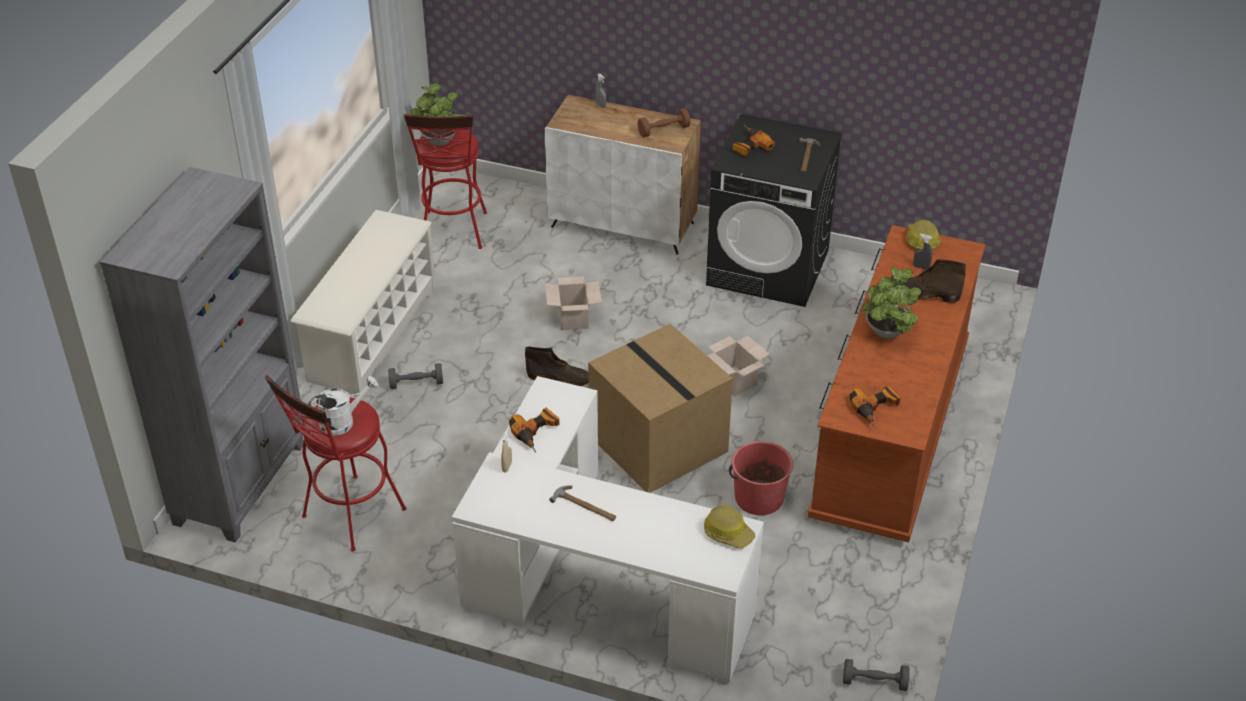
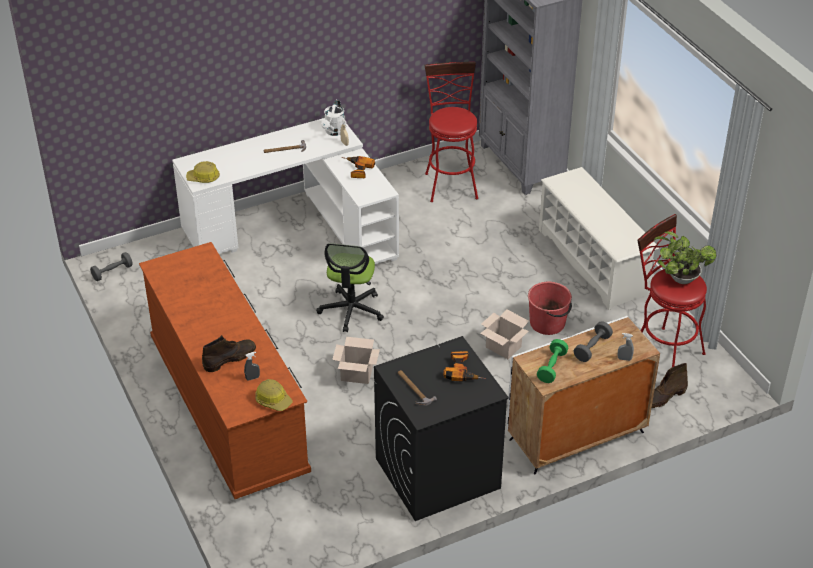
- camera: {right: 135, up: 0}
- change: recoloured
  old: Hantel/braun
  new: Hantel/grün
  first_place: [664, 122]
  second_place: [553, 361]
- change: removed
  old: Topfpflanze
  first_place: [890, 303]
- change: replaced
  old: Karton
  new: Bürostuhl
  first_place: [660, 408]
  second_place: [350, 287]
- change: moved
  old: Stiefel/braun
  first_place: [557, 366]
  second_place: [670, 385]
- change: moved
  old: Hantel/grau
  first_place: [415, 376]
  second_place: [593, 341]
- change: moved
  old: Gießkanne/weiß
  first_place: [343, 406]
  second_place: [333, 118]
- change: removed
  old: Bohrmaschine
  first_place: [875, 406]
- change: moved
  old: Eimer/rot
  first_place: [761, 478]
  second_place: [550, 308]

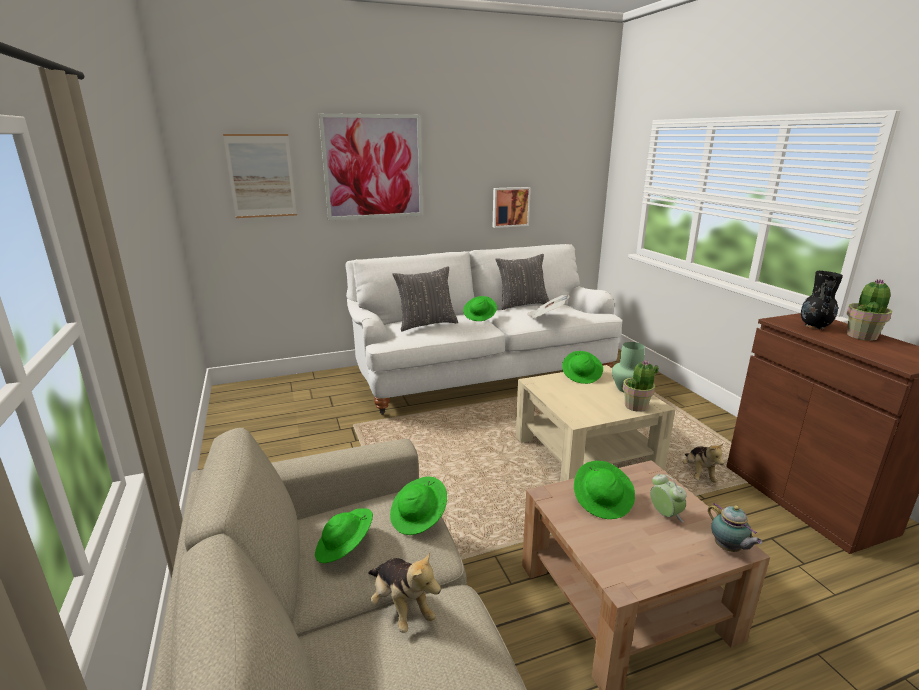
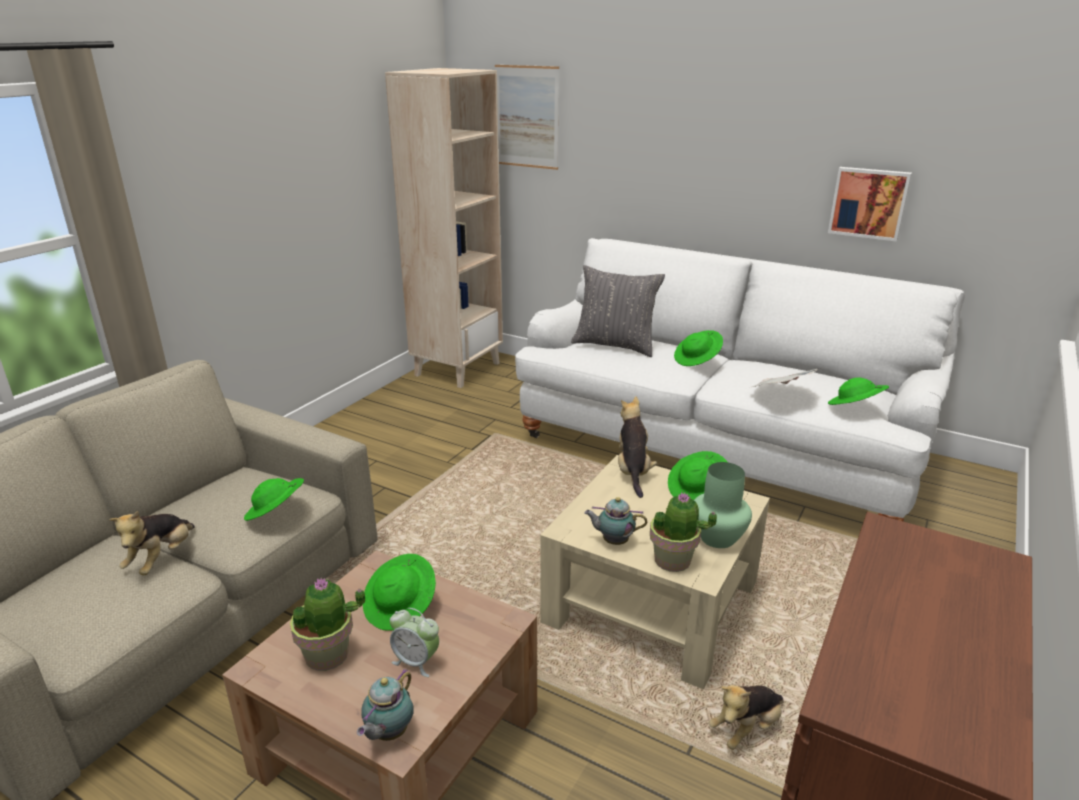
- camera: {right: 50, up: 5}
- change: removed
  old: Bild
  first_place: [370, 166]
- change: removed
  old: Kissen/grau
  first_place: [522, 282]
- change: removed
  old: Vase/schwarz
  first_place: [822, 300]
- change: moved
  old: Topfpflanze
  first_place: [869, 310]
  second_place: [327, 624]
- change: turned
  old: Wecker
  first_place: [668, 498]
  second_place: [414, 642]
  degrees: 90
- change: moved
  old: Hut/grün
  first_place: [344, 535]
  second_place: [858, 391]
- change: added
  new: Bücherregal/beige
  second_place: [444, 228]
- change: added
  new: Plüschtier
  second_place: [637, 447]
- change: added
  new: Teekanne
  second_place: [615, 521]

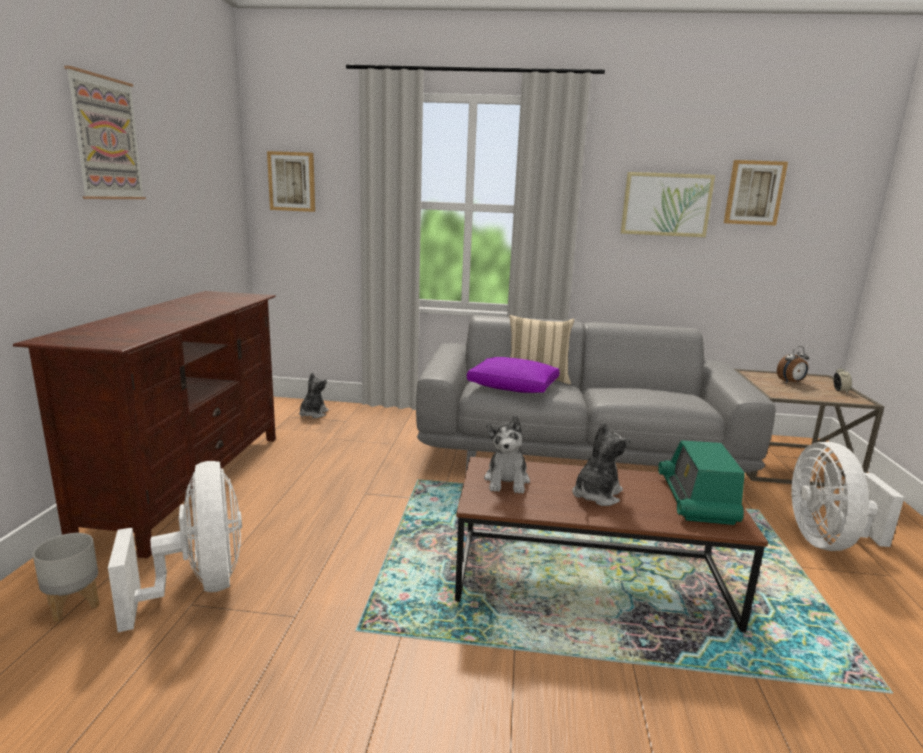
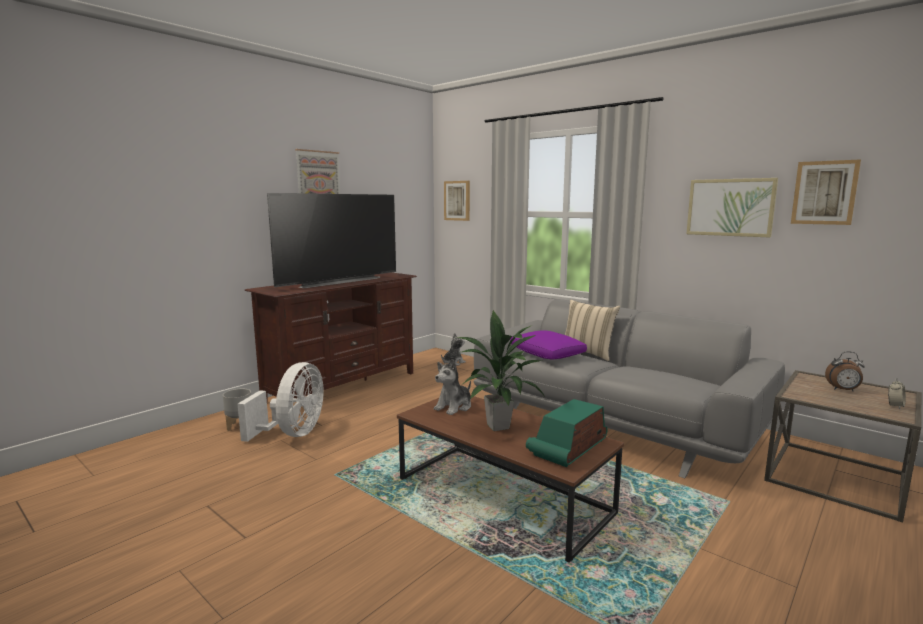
- camera: {right: 35, up: -5}
- change: replaced
  old: Plüschtier
  new: Topfpflanze
  first_place: [601, 464]
  second_place: [501, 370]
- change: removed
  old: Ventilator/weiß
  first_place: [848, 496]
- change: added
  new: Fernseher
  second_place: [331, 240]

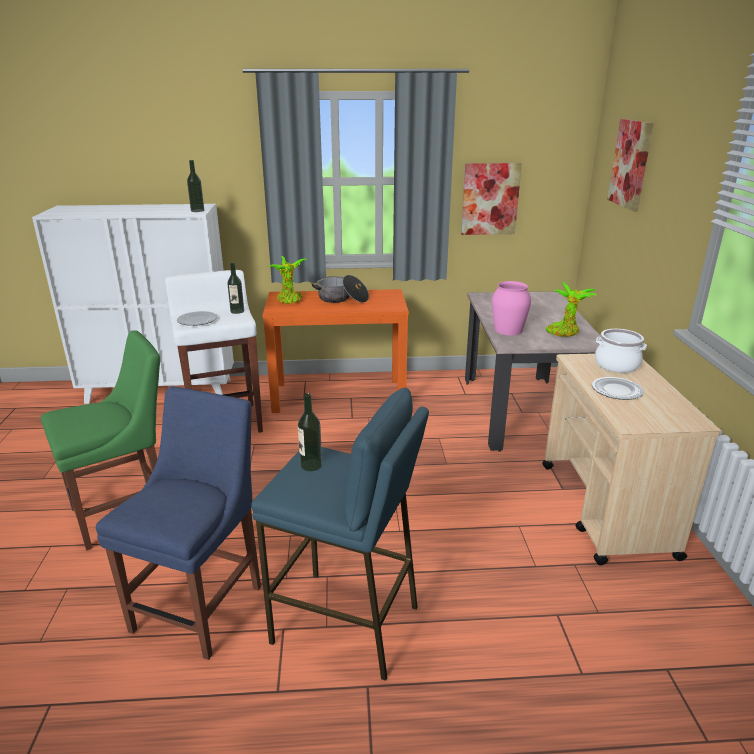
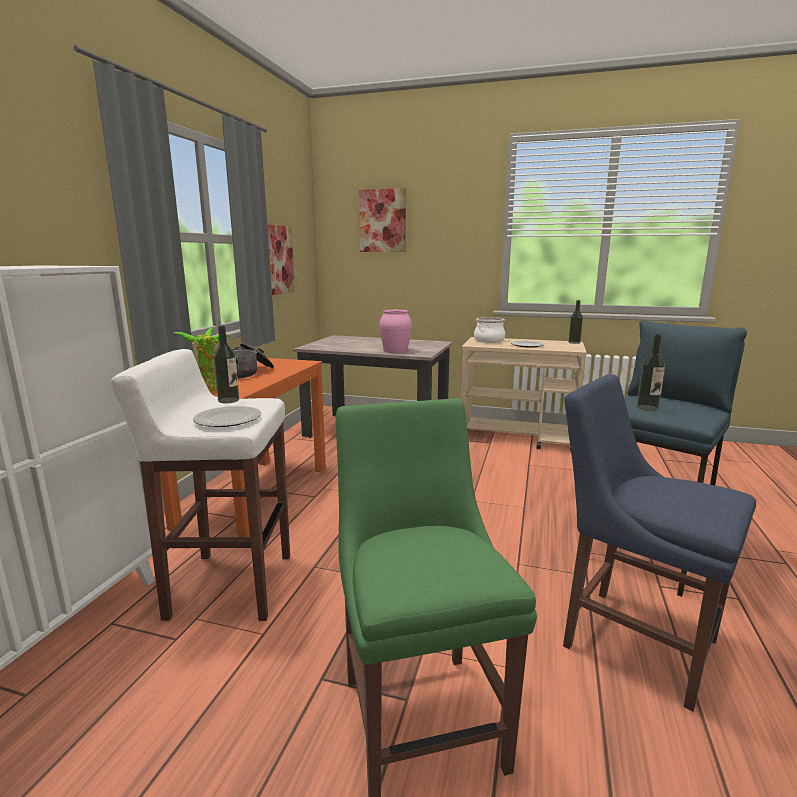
- camera: {right: -70, up: -10}
- change: moved
  old: Flasche
  first_place: [195, 186]
  second_place: [575, 322]
- change: removed
  old: Topfpflanze
  first_place: [570, 309]

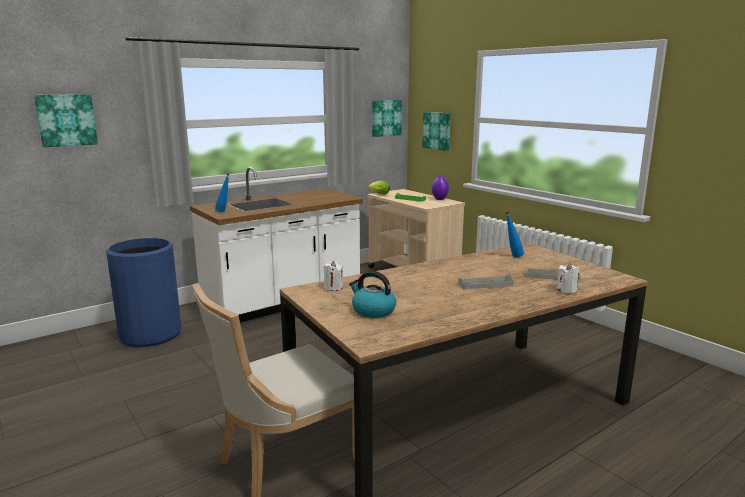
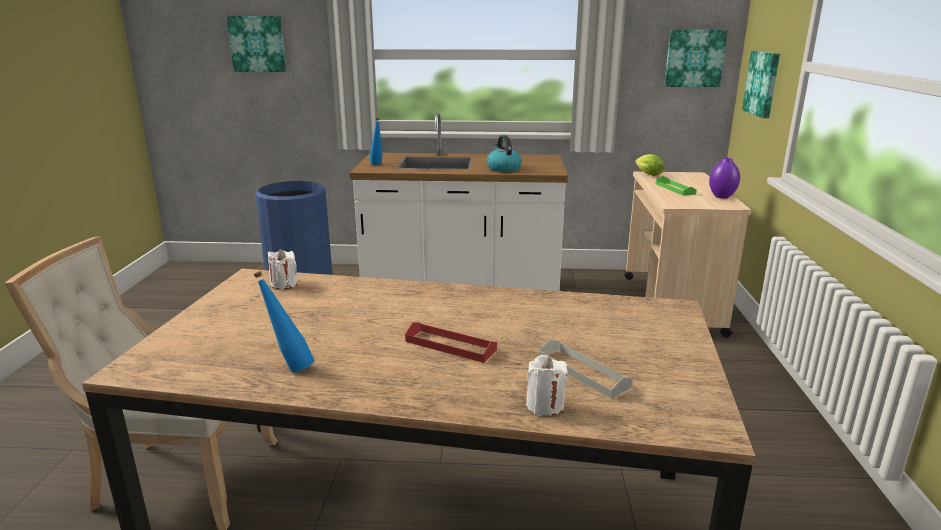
- camera: {right: 40, up: 5}
- change: moved
  old: Flasche/blau
  first_place: [514, 234]
  second_place: [284, 322]
- change: moved
  old: Wasserkessel
  first_place: [372, 294]
  second_place: [504, 153]
- change: recoloured
  old: Tablett/grau
  new: Tablett/rot
  first_place: [486, 281]
  second_place: [451, 342]

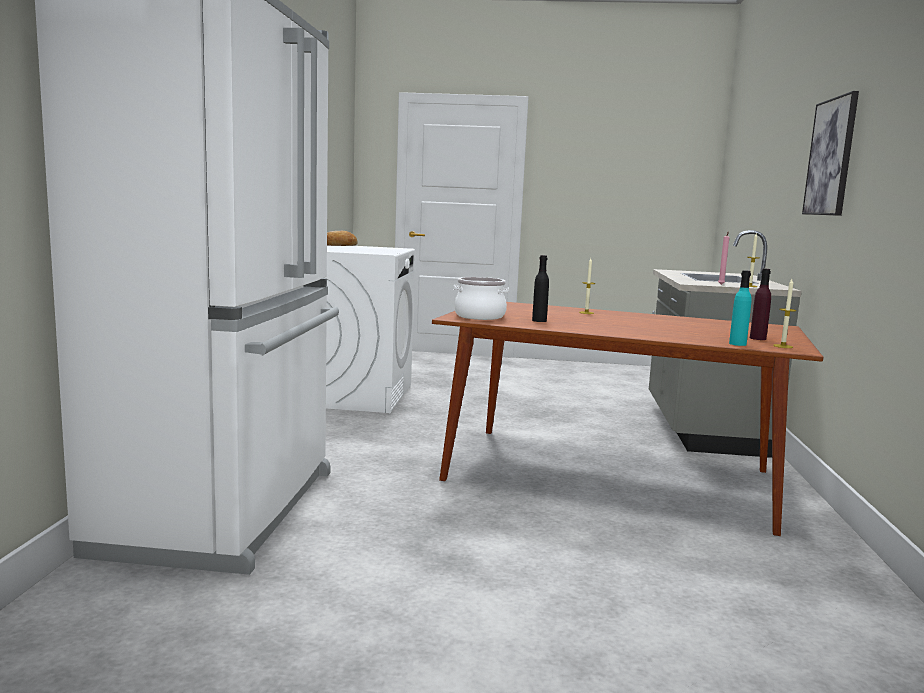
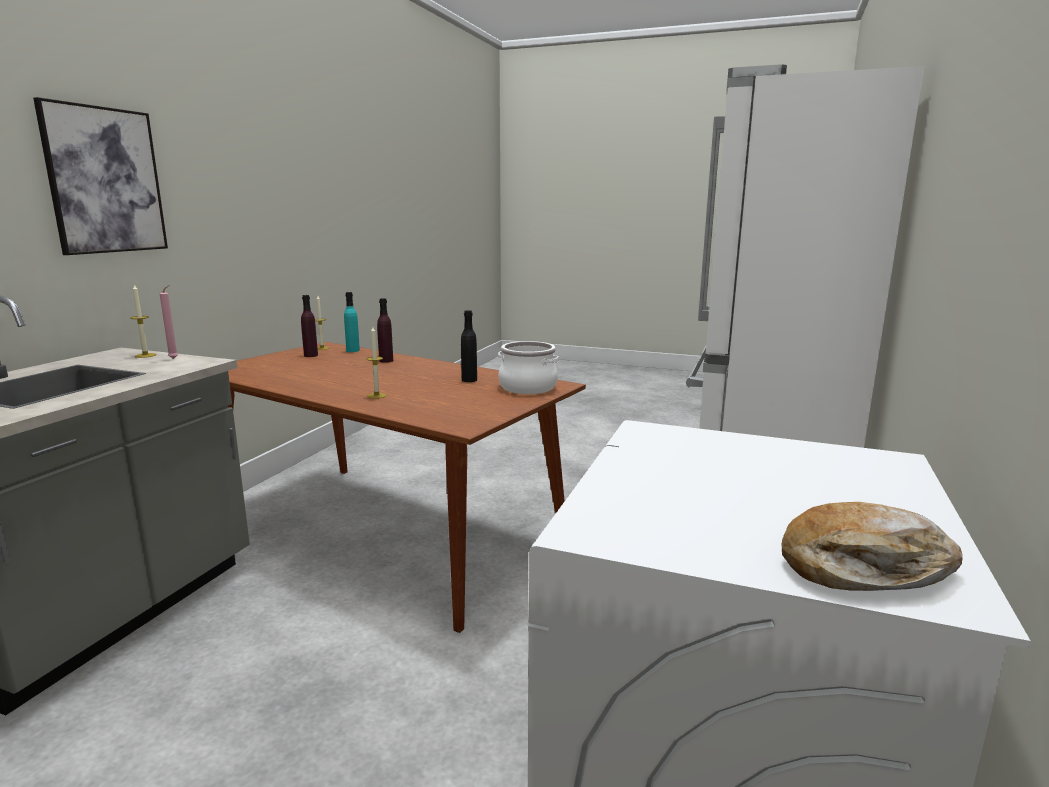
- camera: {right: -165, up: 5}
- change: added
  new: Flasche/lila
  second_place: [385, 330]

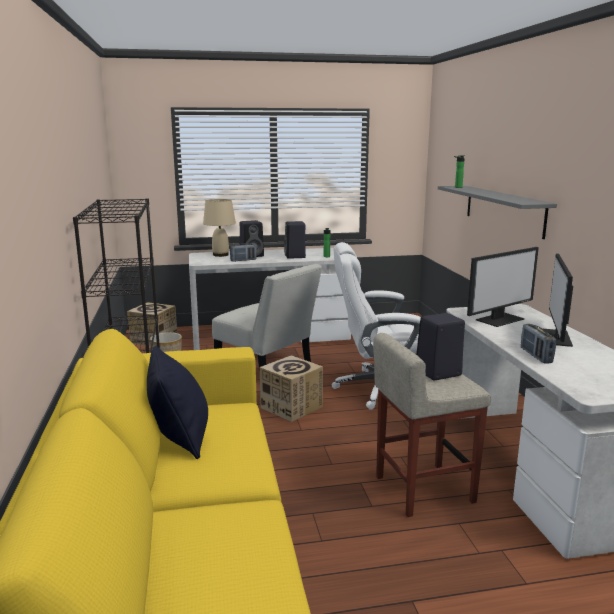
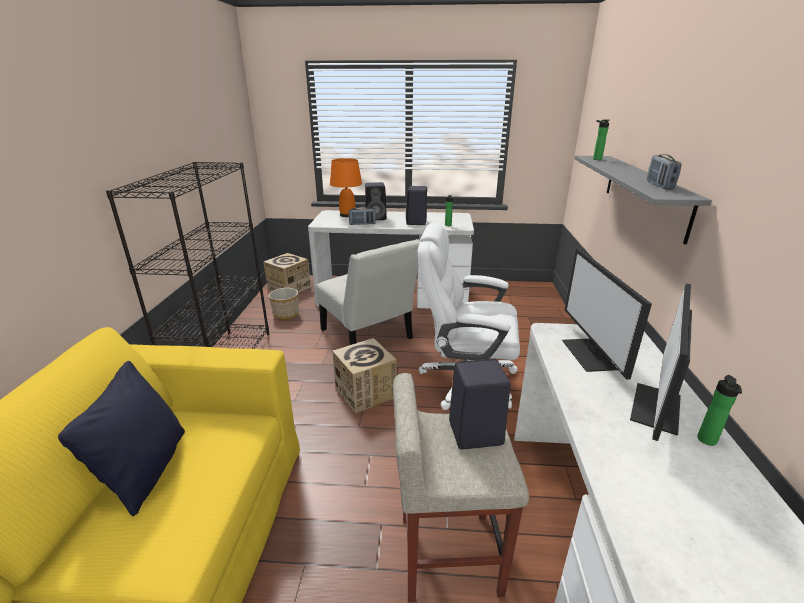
- camera: {right: 15, up: 10}
- change: recoloured
  old: Tischlampe/beige
  new: Tischlampe/orange
  first_place: [219, 228]
  second_place: [346, 187]
- change: turned
  old: Monitor
  first_place: [503, 287]
  second_place: [607, 314]
  degrees: 105
- change: moved
  old: Radio
  first_place: [538, 343]
  second_place: [664, 172]
- change: added
  new: Flasche
  second_place: [719, 410]

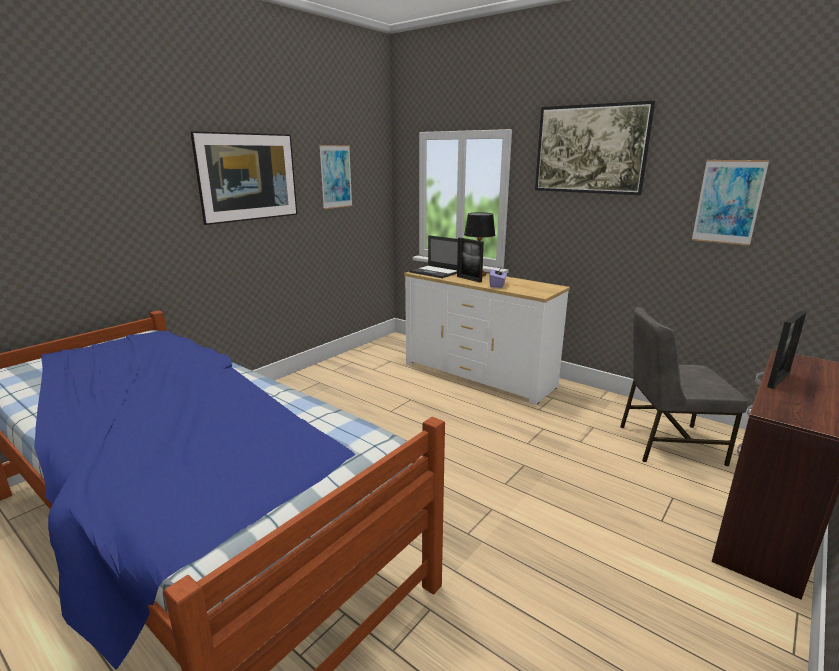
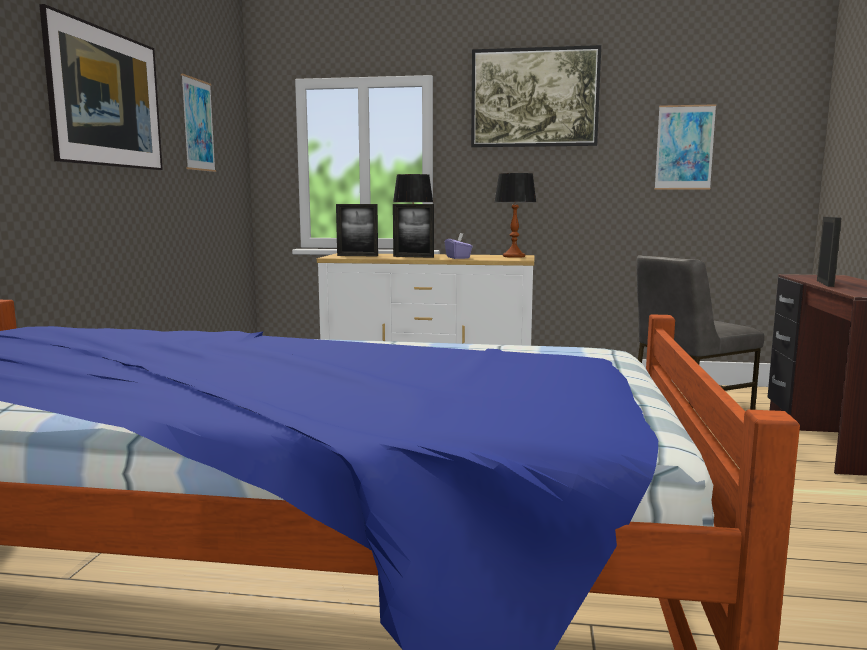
- camera: {right: -30, up: -10}
- change: replaced
  old: Laptop
  new: Bilderrahmen
  first_place: [433, 256]
  second_place: [357, 230]
- change: added
  new: Tischlampe
  second_place: [515, 215]

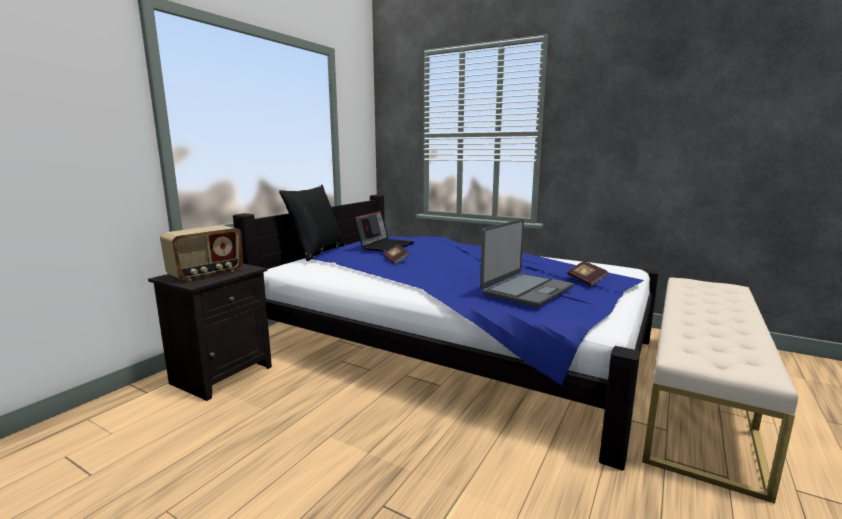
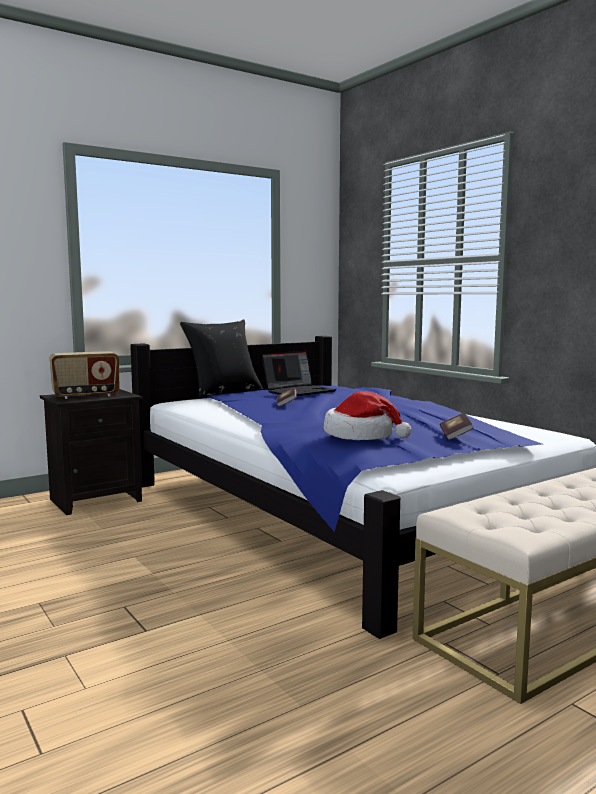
- camera: {right: 25, up: -5}
- change: replaced
  old: Laptop
  new: Hut
  first_place: [526, 263]
  second_place: [367, 415]

